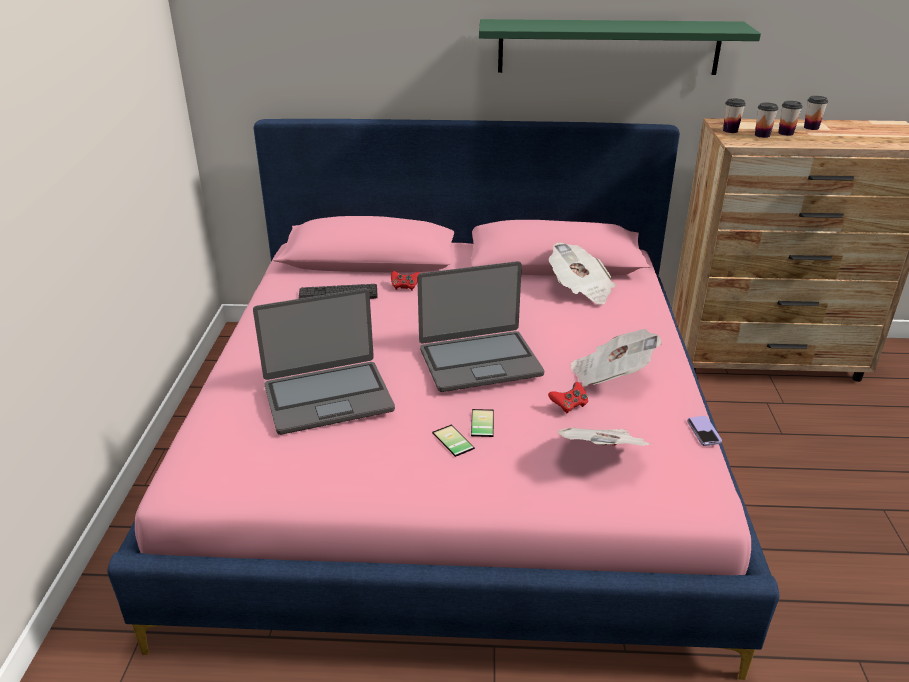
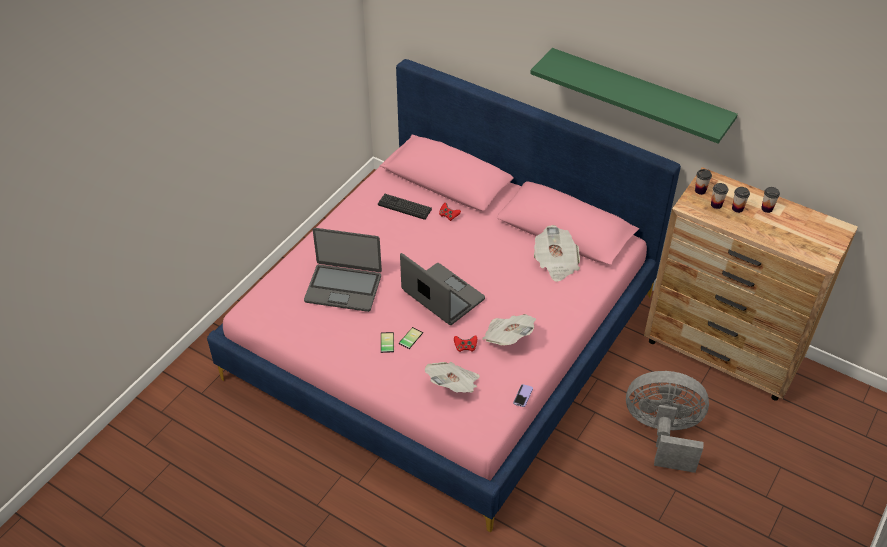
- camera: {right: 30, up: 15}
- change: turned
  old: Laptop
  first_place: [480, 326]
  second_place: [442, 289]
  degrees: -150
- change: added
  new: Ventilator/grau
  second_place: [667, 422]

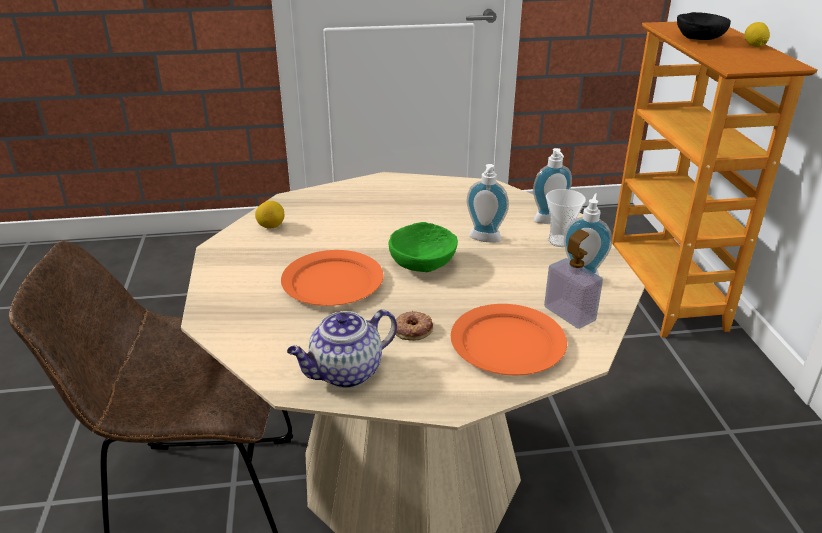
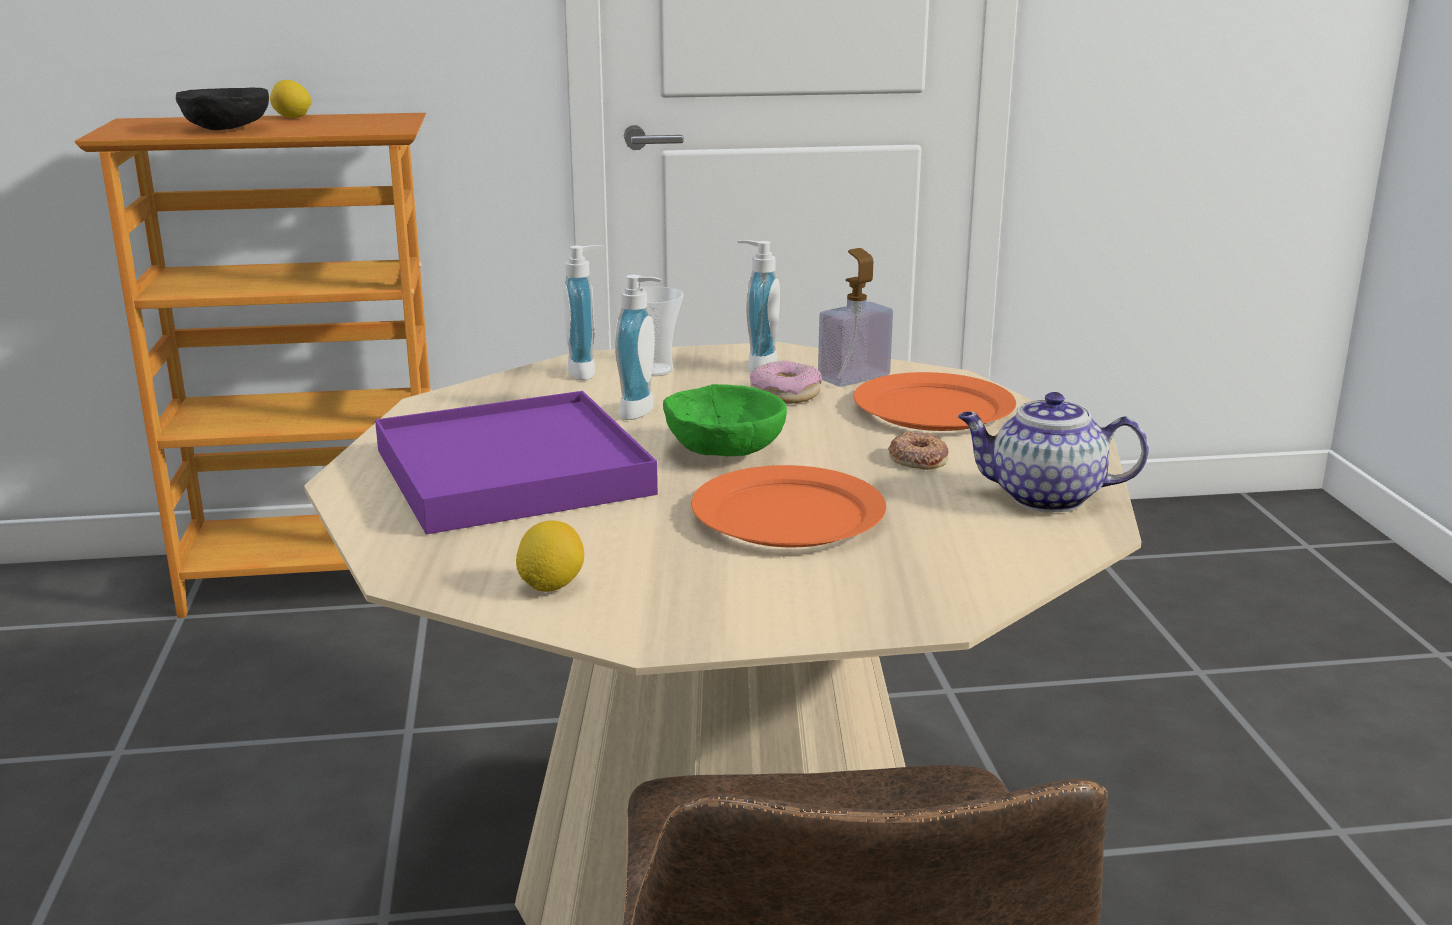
- camera: {right: -90, up: -10}
- change: turned
  old: Teekanne
  first_place: [342, 348]
  second_place: [1053, 452]
  degrees: 135
- change: added
  new: Donut
  second_place: [786, 382]
- change: added
  new: Tablett/lila
  second_place: [516, 462]

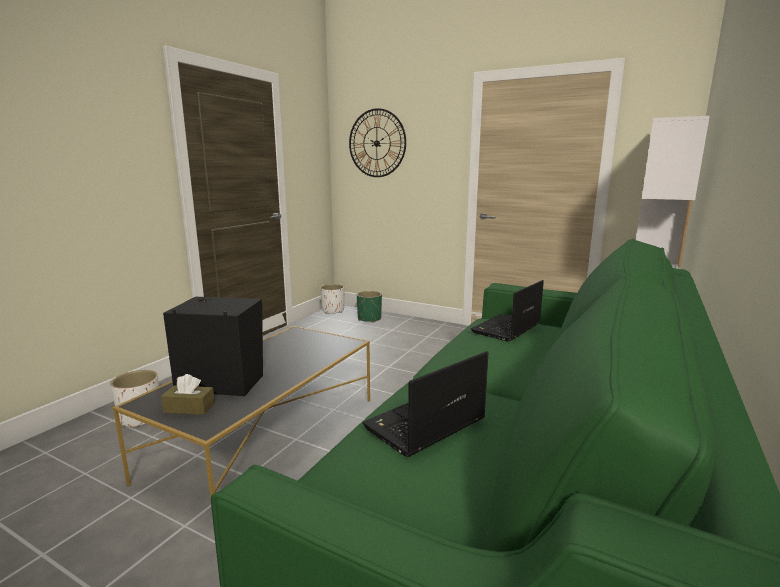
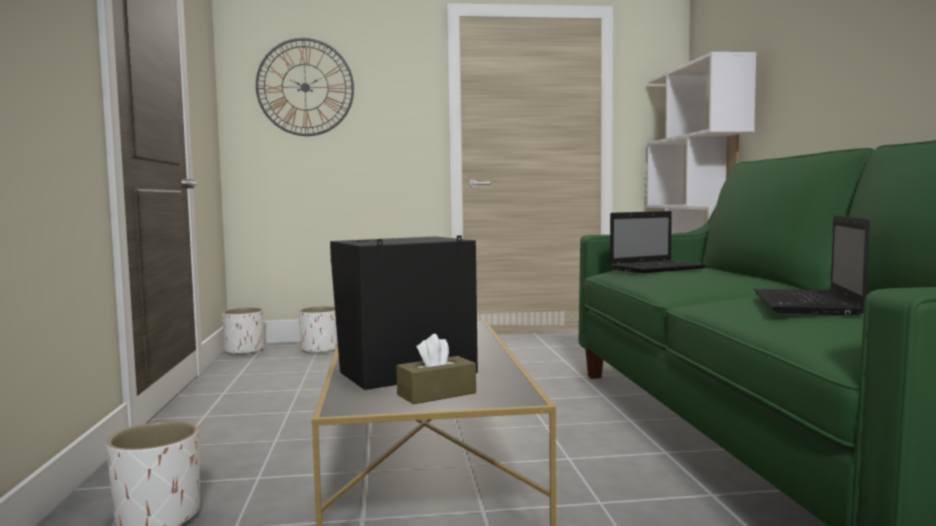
- camera: {right: -35, up: -10}
- change: turned
  old: Laptop
  first_place: [507, 311]
  second_place: [658, 242]
  degrees: -120
- change: recoloured
  old: Pflanzkübel/grün
  new: Pflanzkübel/weiß
  first_place: [369, 307]
  second_place: [318, 330]

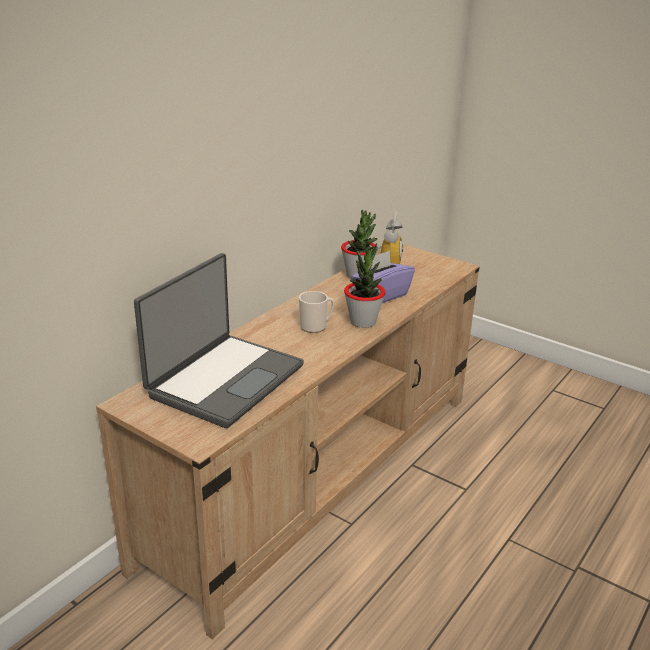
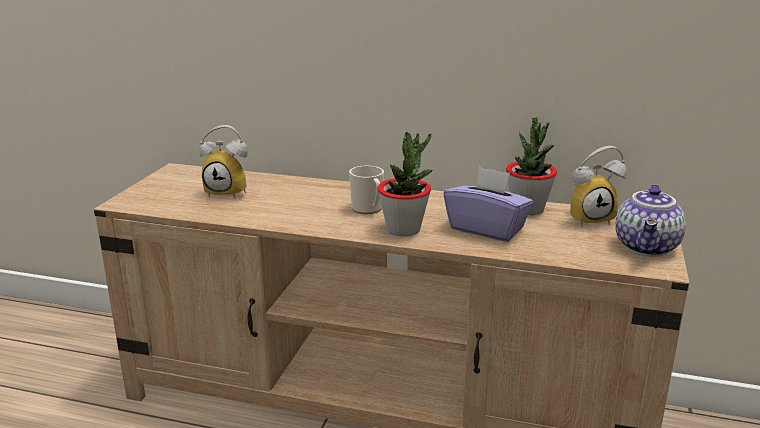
- camera: {right: 70, up: -5}
- change: replaced
  old: Laptop
  new: Wecker
  first_place: [219, 340]
  second_place: [223, 162]
- change: added
  new: Teekanne
  second_place: [650, 220]

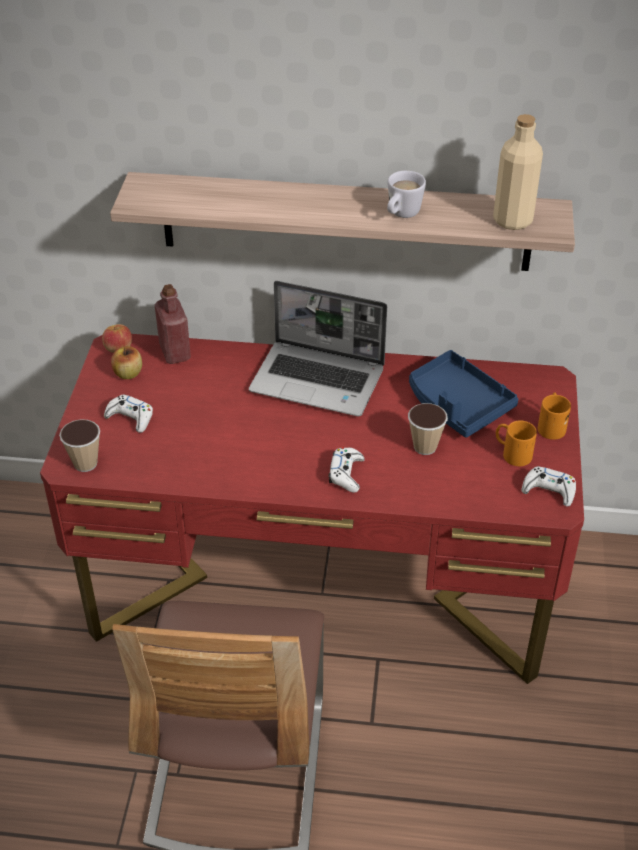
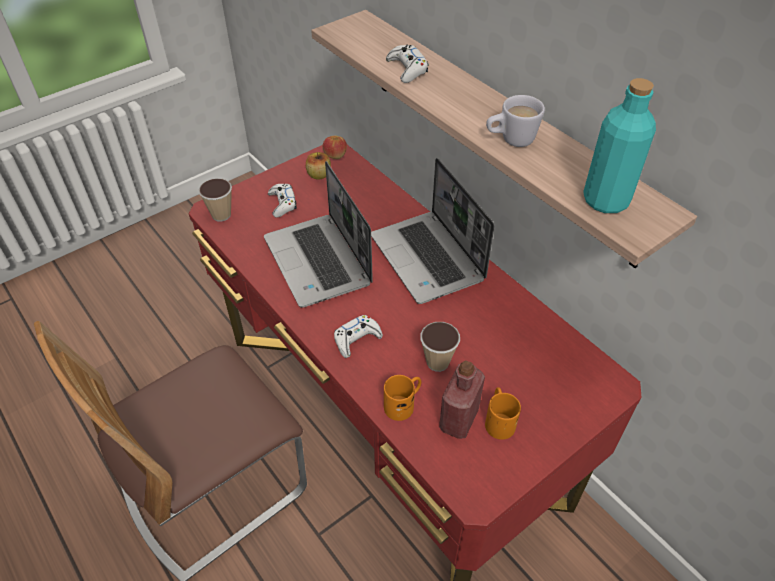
- camera: {right: 45, up: 5}
- change: recoloured
  old: Flasche/beige
  new: Flasche/türkis
  first_place: [518, 172]
  second_place: [619, 145]
- change: moved
  old: Flasche/rot
  first_place: [172, 324]
  second_place: [462, 399]
- change: removed
  old: Tablett/blau
  first_place: [463, 394]
- change: moved
  old: Henkelbecher/orange
  first_place: [554, 416]
  second_place: [402, 398]
- change: moved
  old: Gamepad/weiß
  first_place: [549, 486]
  second_place: [407, 64]
- change: added
  new: Laptop
  second_place: [318, 234]

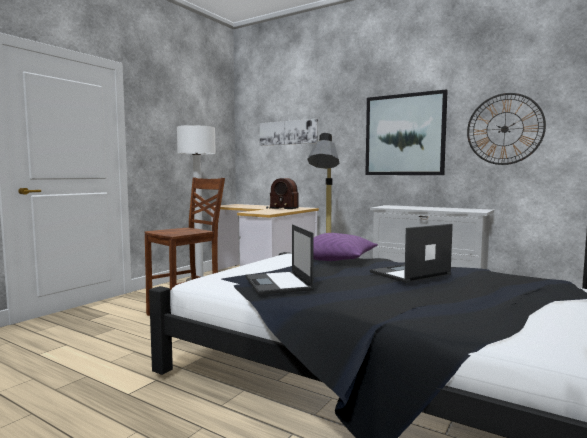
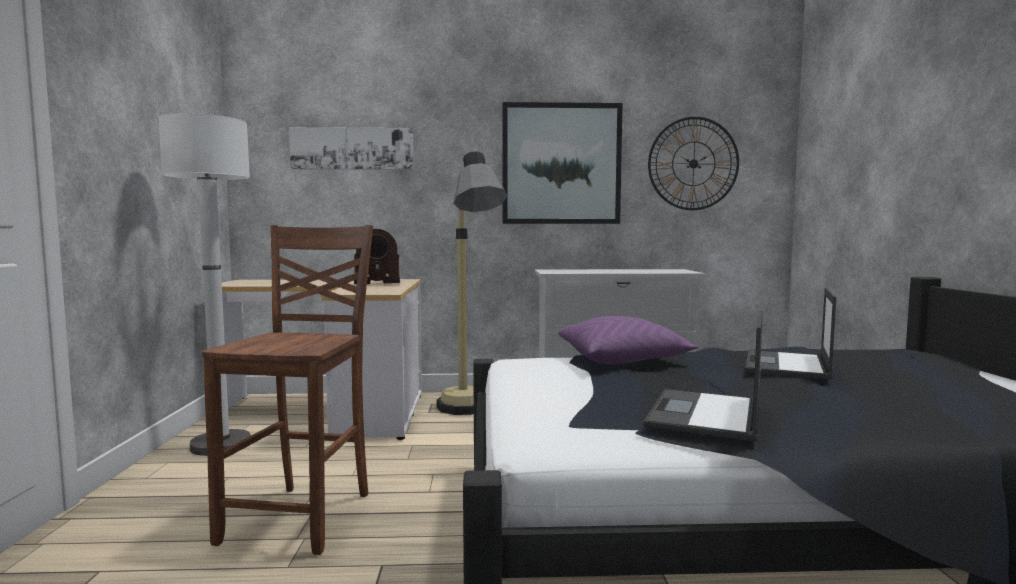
- camera: {right: -35, up: 0}
- change: turned
  old: Laptop
  first_place: [280, 259]
  second_place: [703, 376]
  degrees: 75

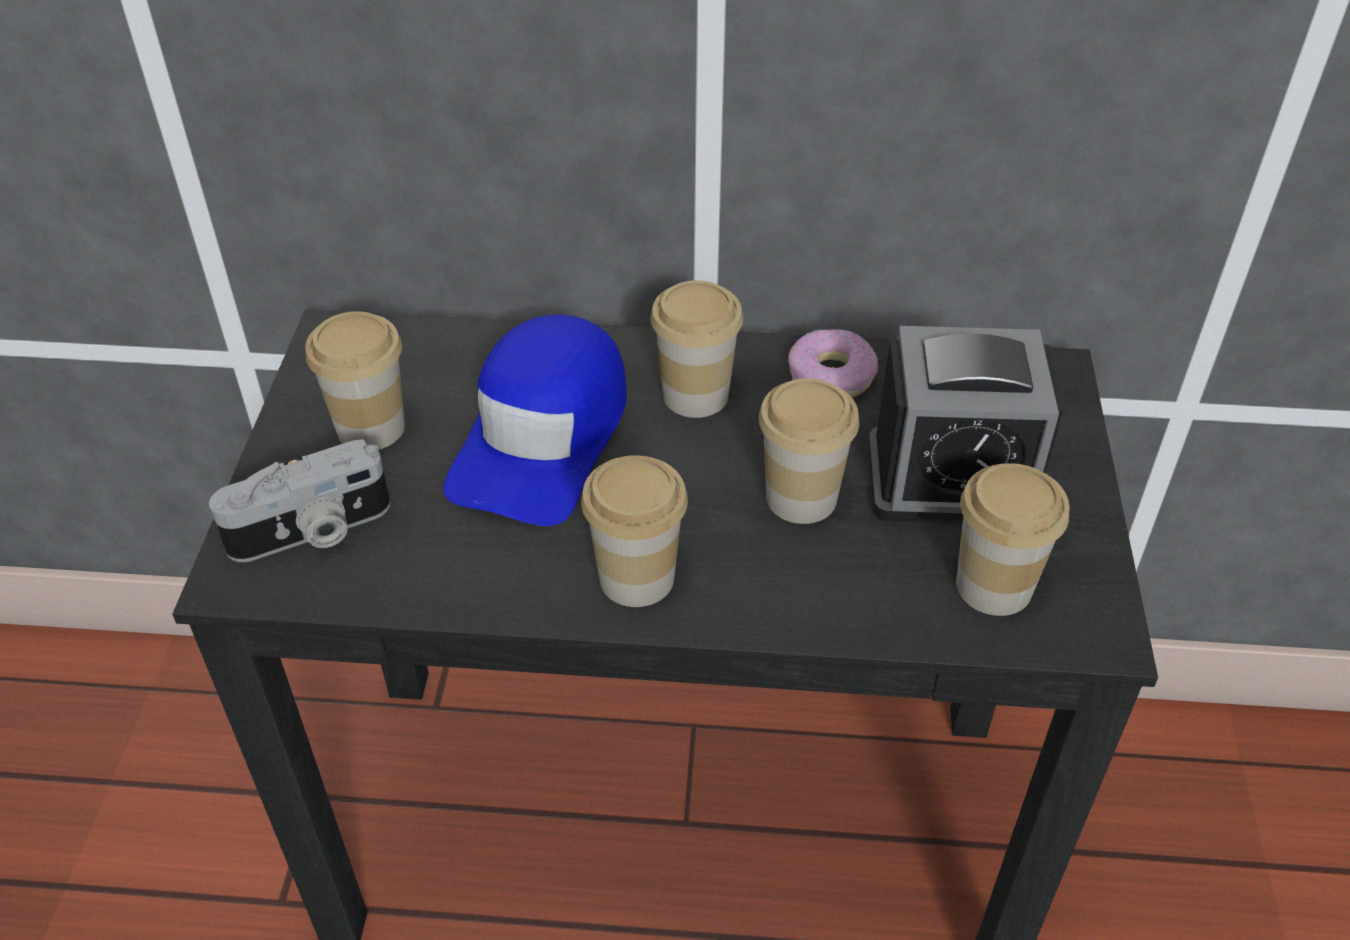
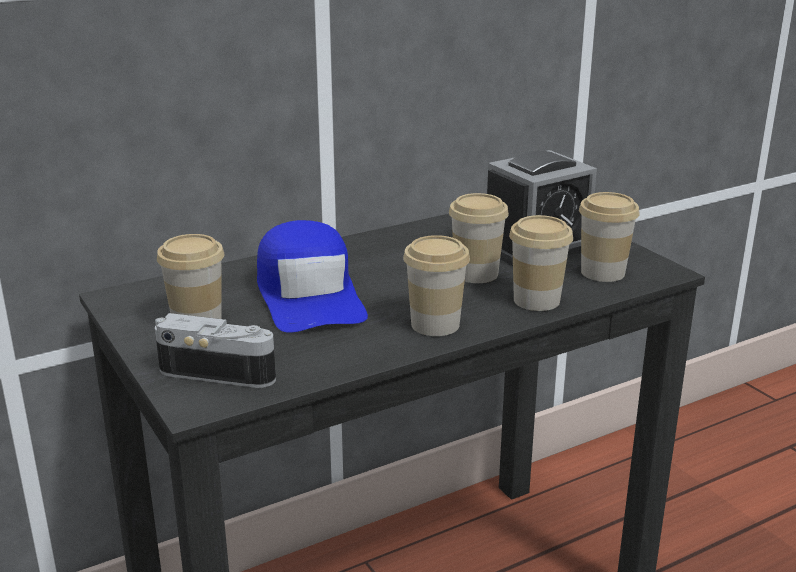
- camera: {right: -35, up: -20}
- change: moved
  old: Tasse
  first_place: [697, 349]
  second_place: [541, 263]
- change: removed
  old: Donut
  first_place: [833, 363]
- change: turned
  old: Kamera
  first_place: [299, 501]
  second_place: [215, 350]
  degrees: -105

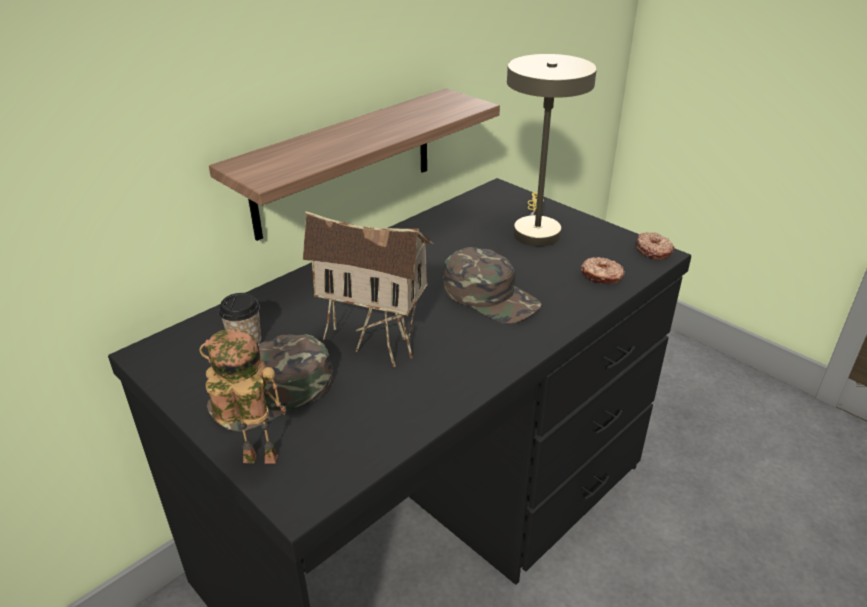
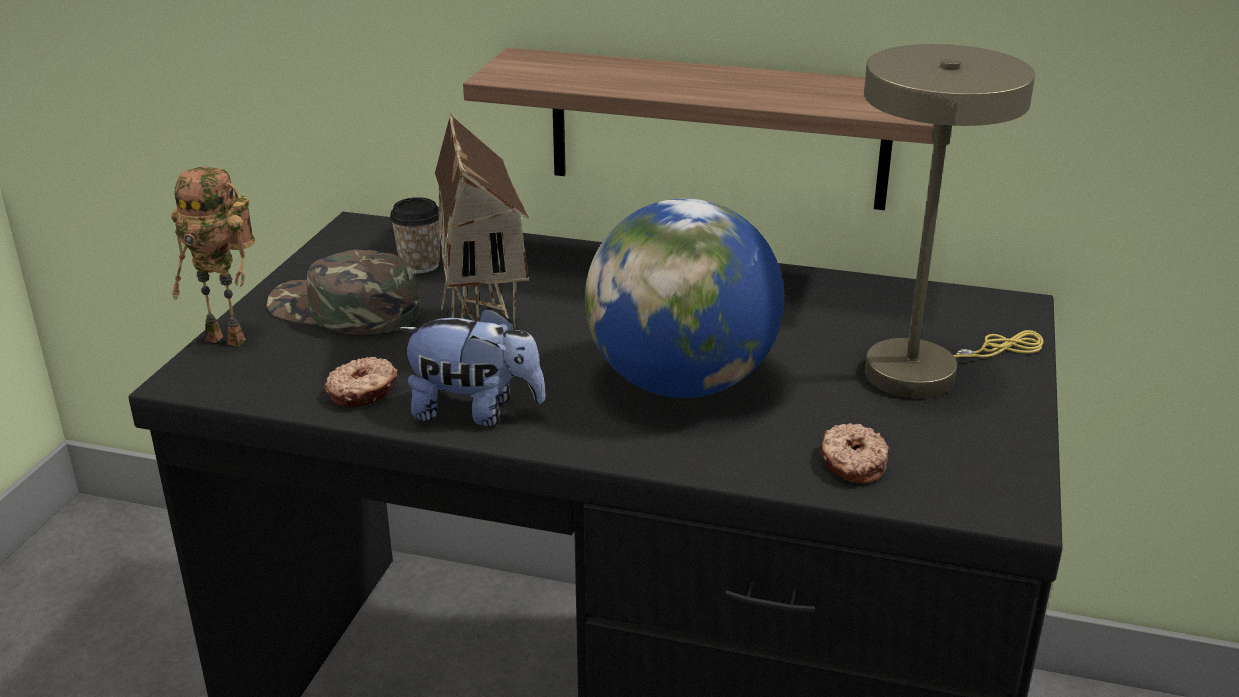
- camera: {right: 60, up: -5}
- change: moved
  old: Donut
  first_place: [655, 245]
  second_place: [361, 382]
- change: replaced
  old: Kappe/grün
  new: Globus
  first_place: [492, 285]
  second_place: [684, 298]
- change: turned
  old: Spielzeugroboter
  first_place: [242, 396]
  second_place: [213, 256]
  degrees: 135
- change: added
  new: Plüschtier
  second_place: [472, 366]

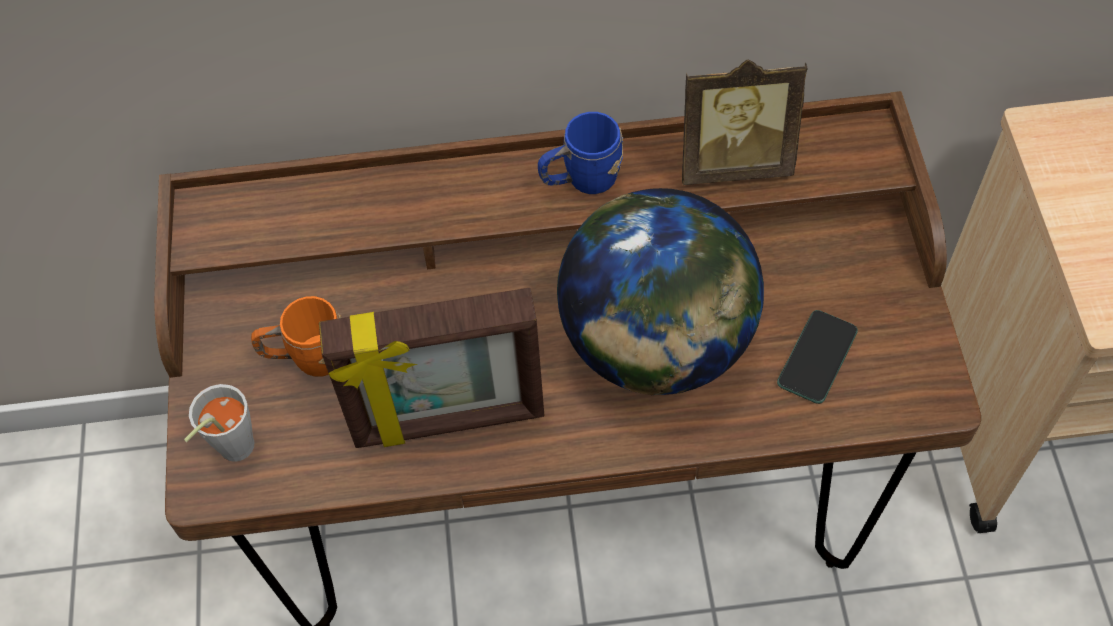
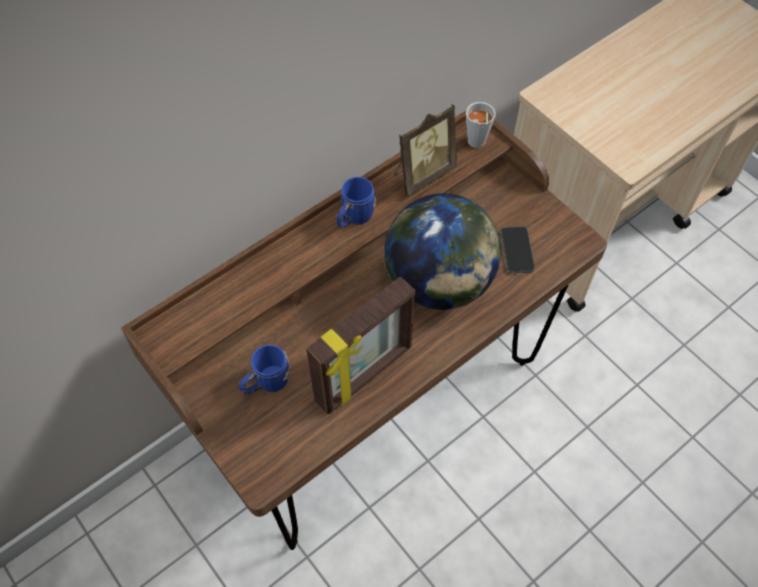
- camera: {right: -35, up: 0}
- change: recoloured
  old: Henkelbecher/orange
  new: Henkelbecher/blau
  first_place: [296, 336]
  second_place: [264, 370]
- change: moved
  old: Tasse/grau
  first_place: [219, 423]
  second_place: [481, 125]

